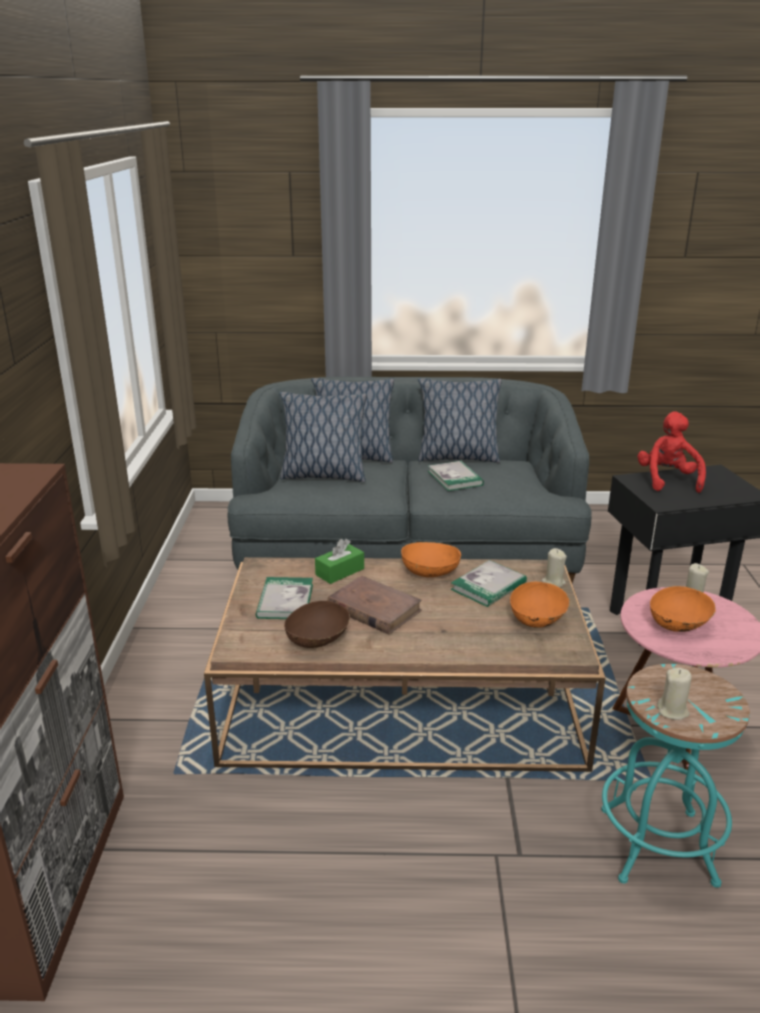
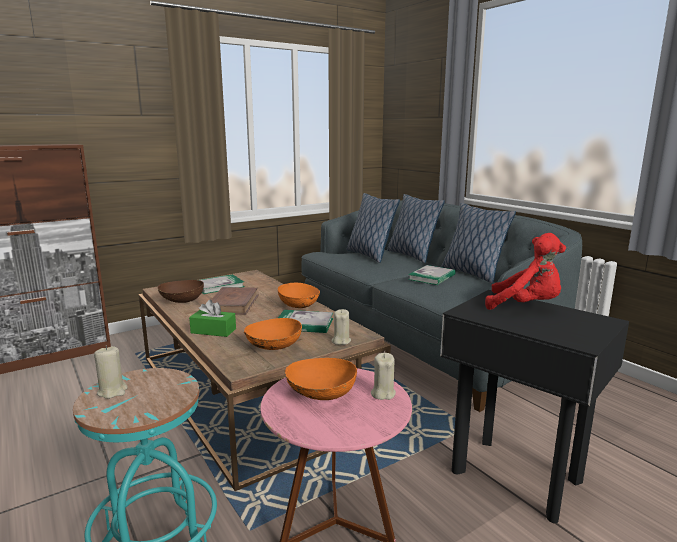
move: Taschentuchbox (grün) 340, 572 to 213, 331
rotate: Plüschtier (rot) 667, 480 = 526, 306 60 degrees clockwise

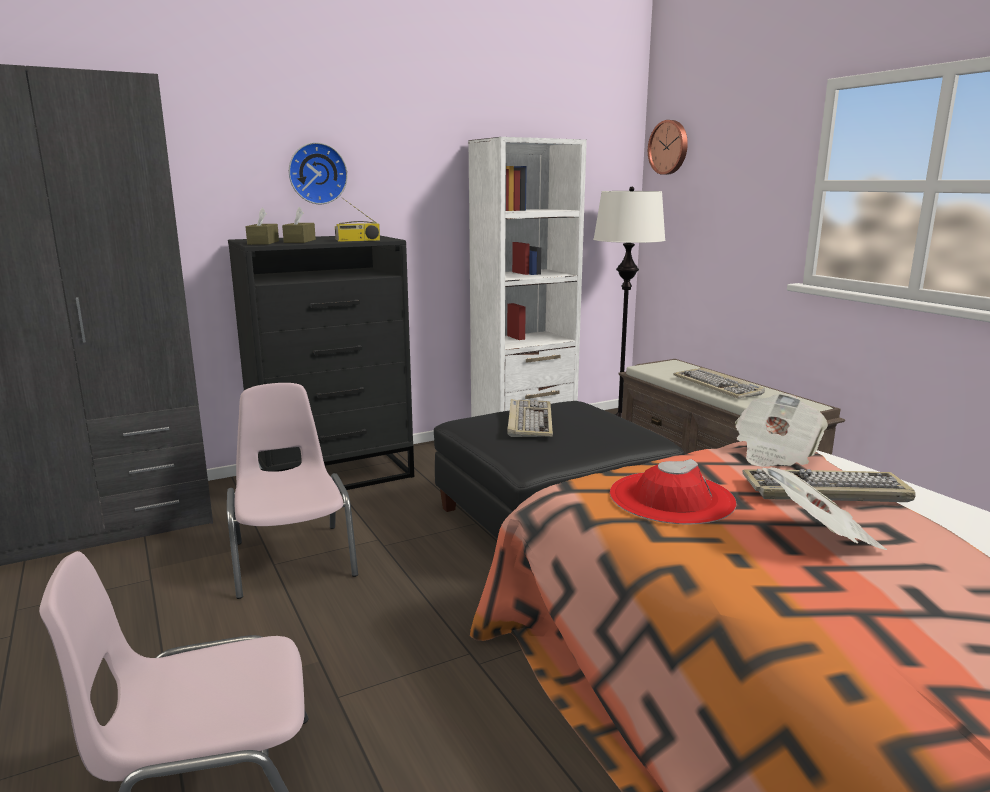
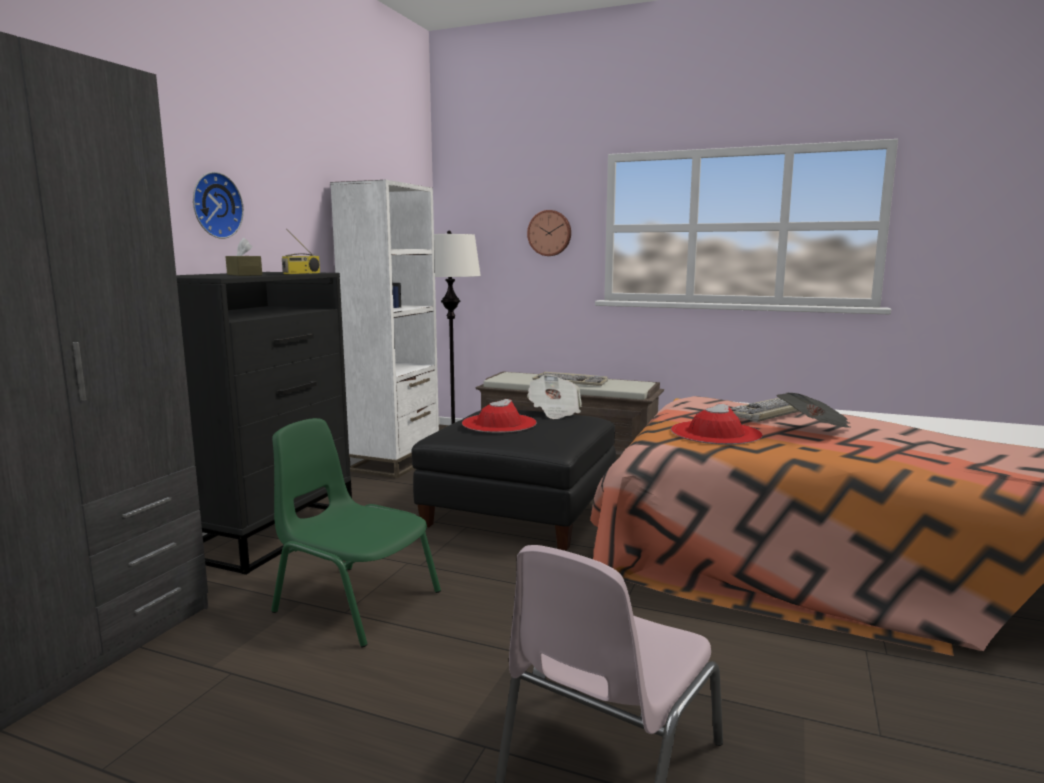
delete: Taschentuchbox (braun) 263, 242
move: Wanduhr 669, 147 to 550, 233; Zeitung 775, 453 to 554, 412
replace: Tastatur 529, 421 to Hut (rot) 499, 423
recolor: Stuhl (rosa) 293, 558 to Stuhl (grün) 355, 601

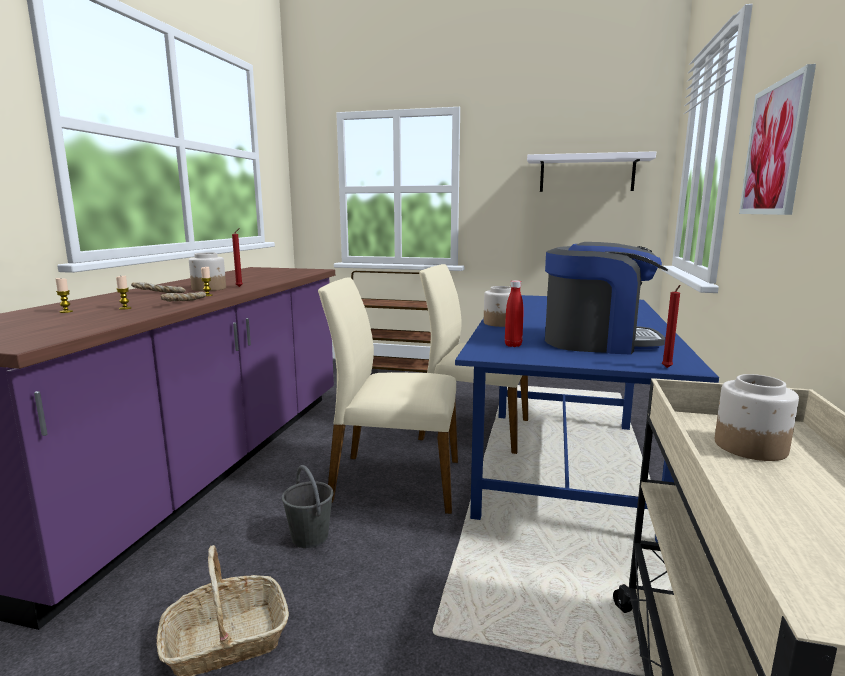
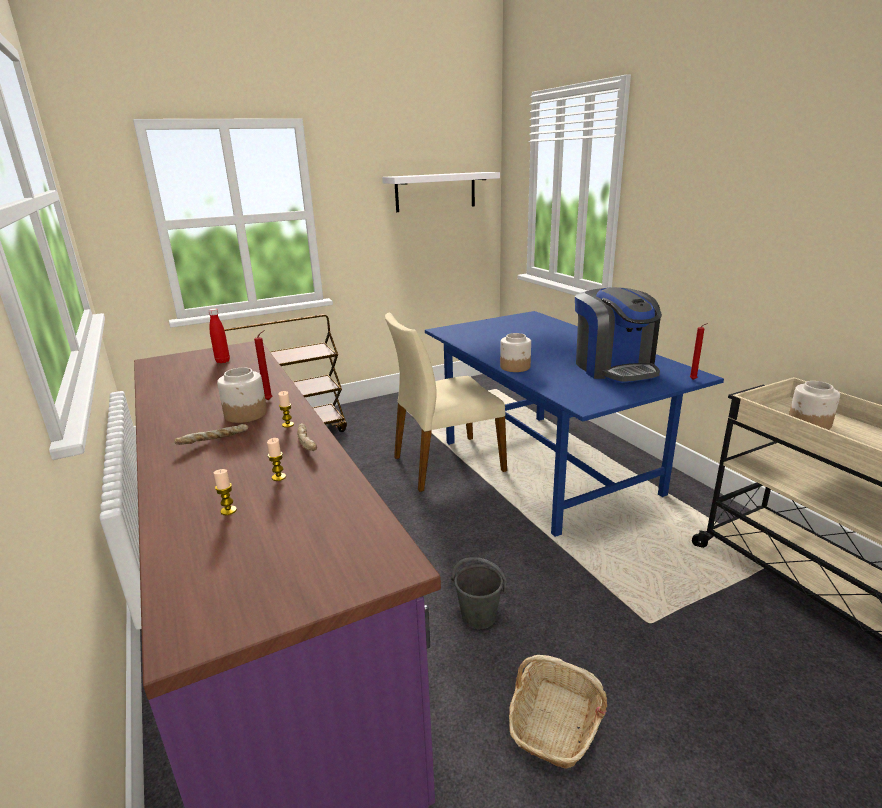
delete: Stuhl (beige) 394, 480; Bild 775, 149
move: Flasche (rot) 513, 345 to 223, 361
rotate: Kaffeemaschine 597, 342 = 614, 368 105 degrees clockwise

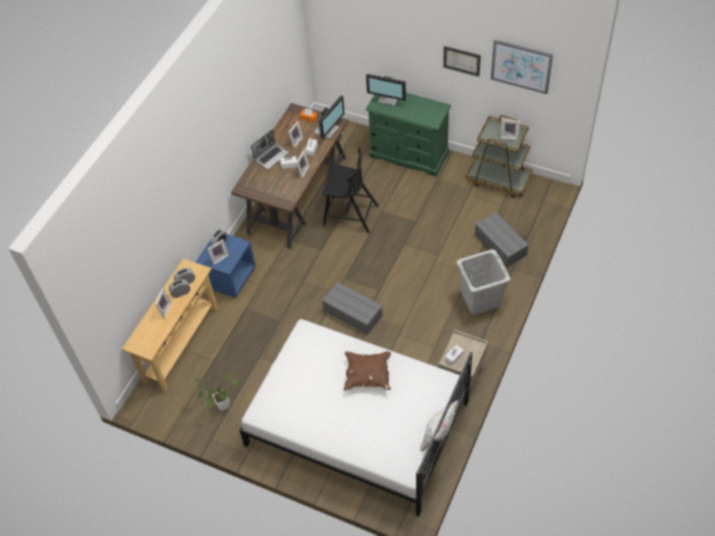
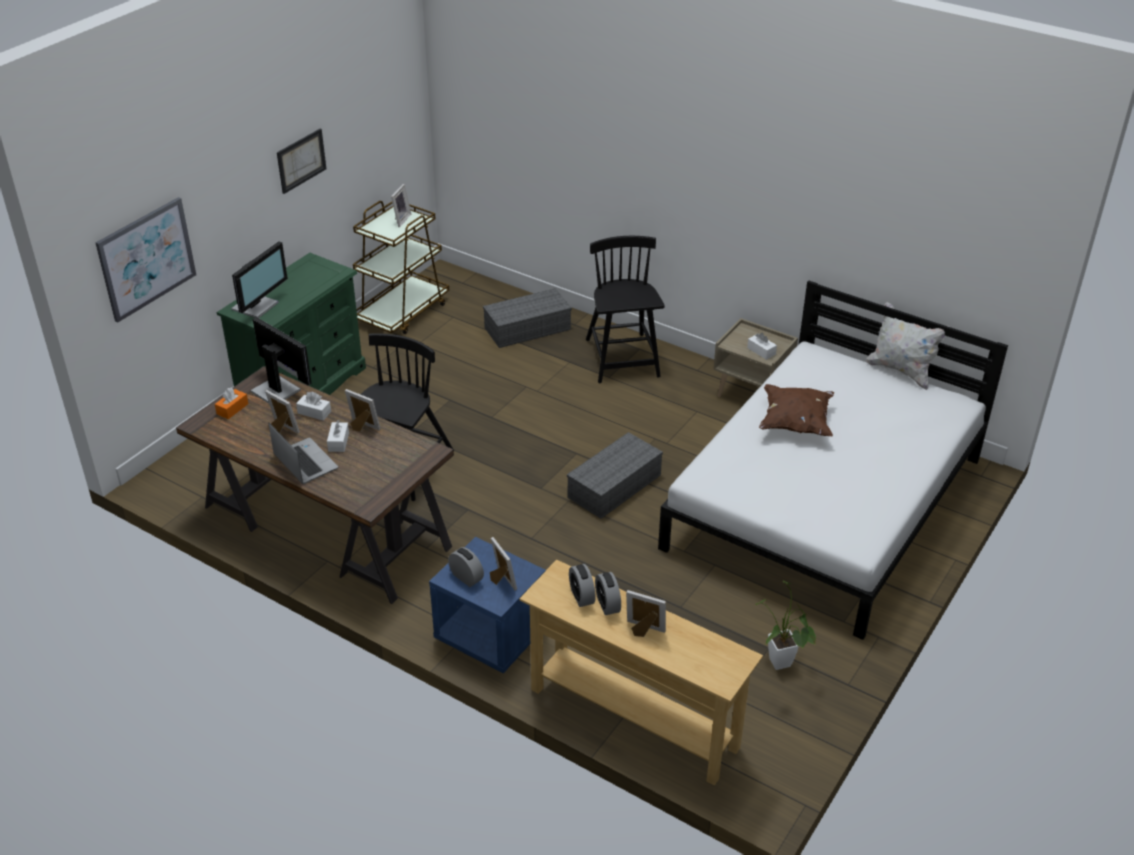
move: Bild 521, 66 to 146, 258
replace: Wäschekorb (grau) 481, 300 to Stuhl (schwarz) 622, 359

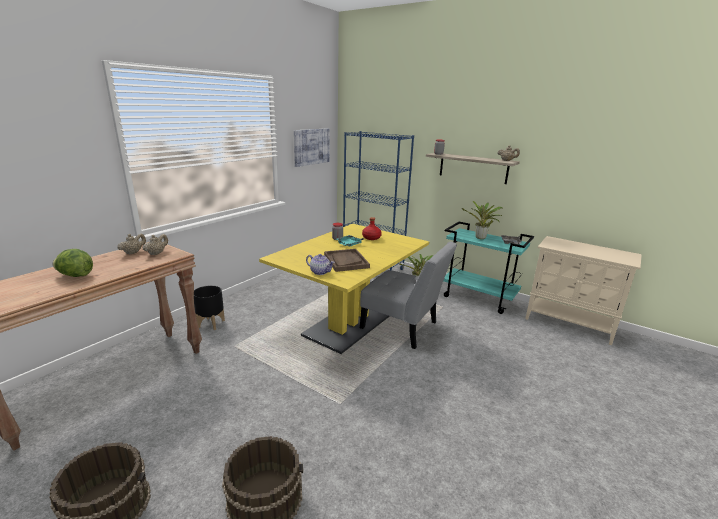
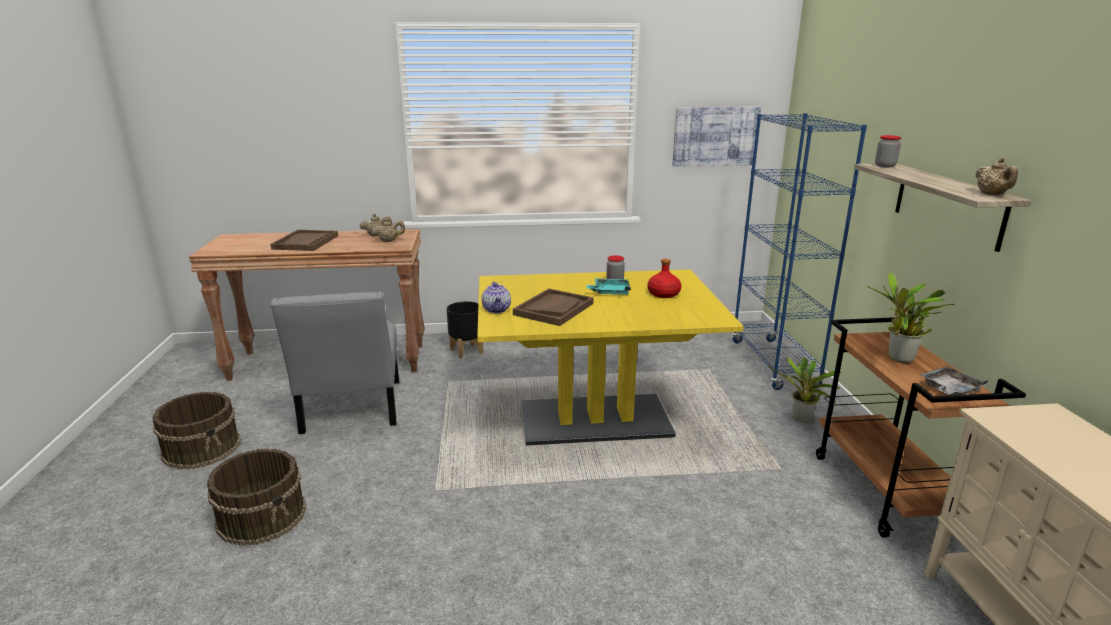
move: Stuhl (grau) 403, 328 to 351, 410
replace: Salatkopf 76, 275 to Tablett (braun) 305, 242
recolor: Rollwagen (türkis) 479, 298 to Rollwagen (braun) 886, 492

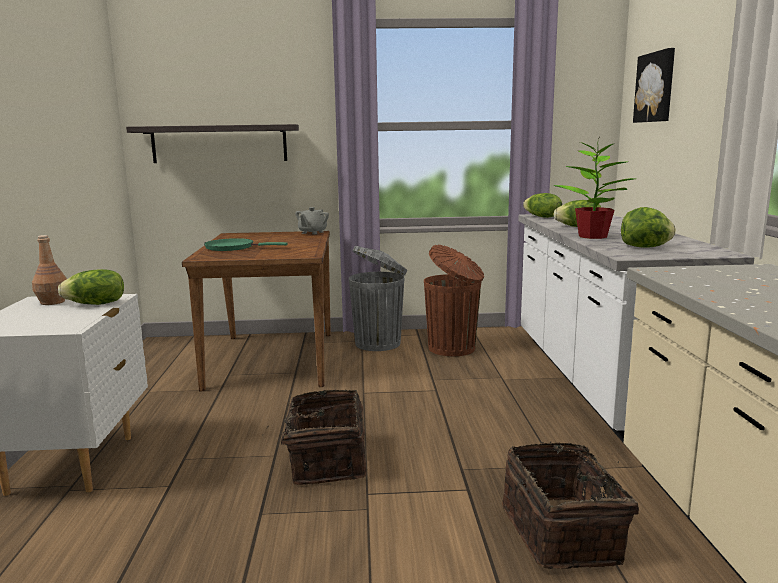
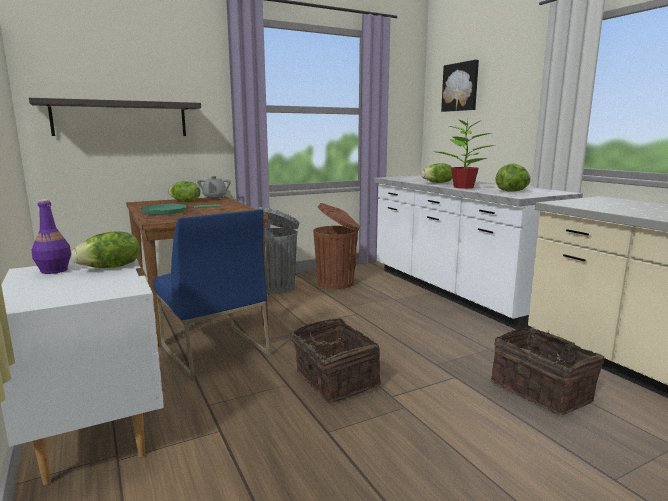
insert: Stuhl (blau) 213, 350
move: Salatkopf 542, 217 to 185, 201
recolor: Flasche (braun) 52, 302 to Flasche (lila) 53, 270

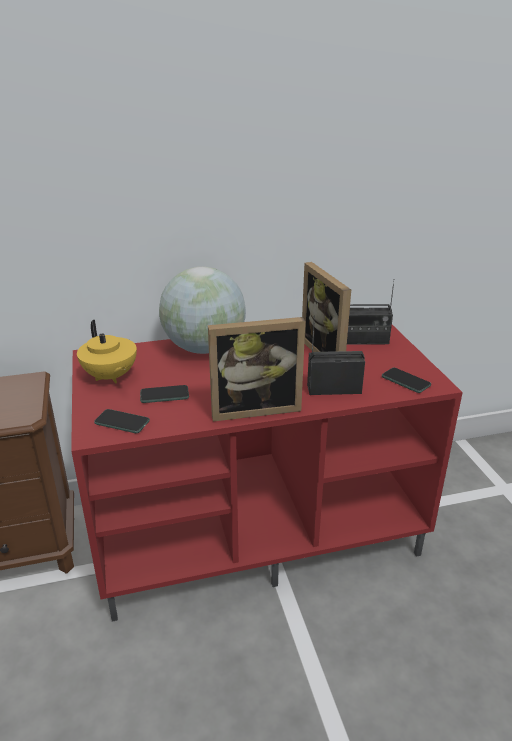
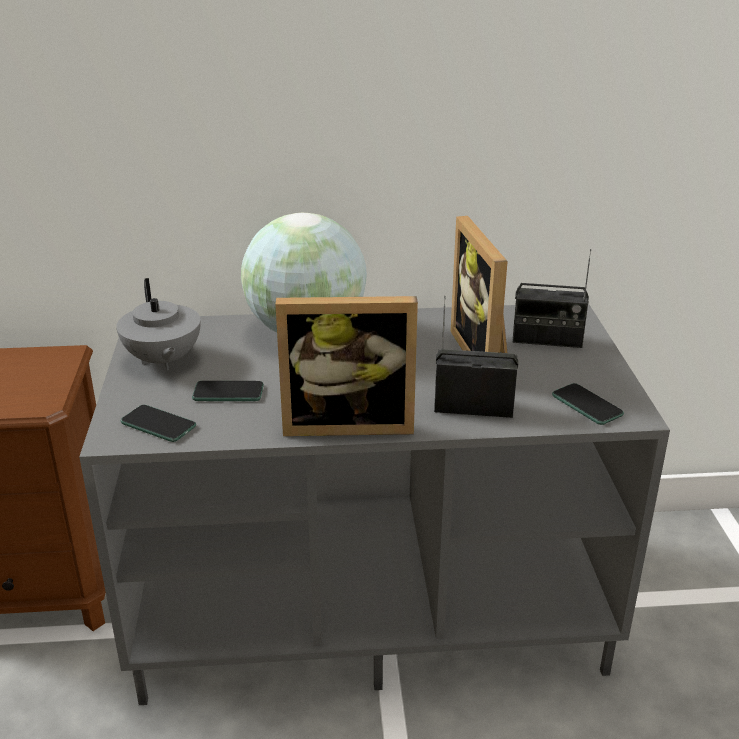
recolor: Fernsehschrank (rot) 257, 529 to Fernsehschrank (grau) 372, 604; Teekanne (gelb) 110, 377 to Teekanne (grau) 163, 360

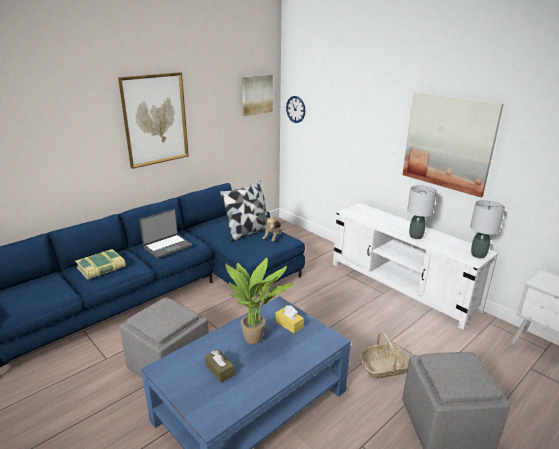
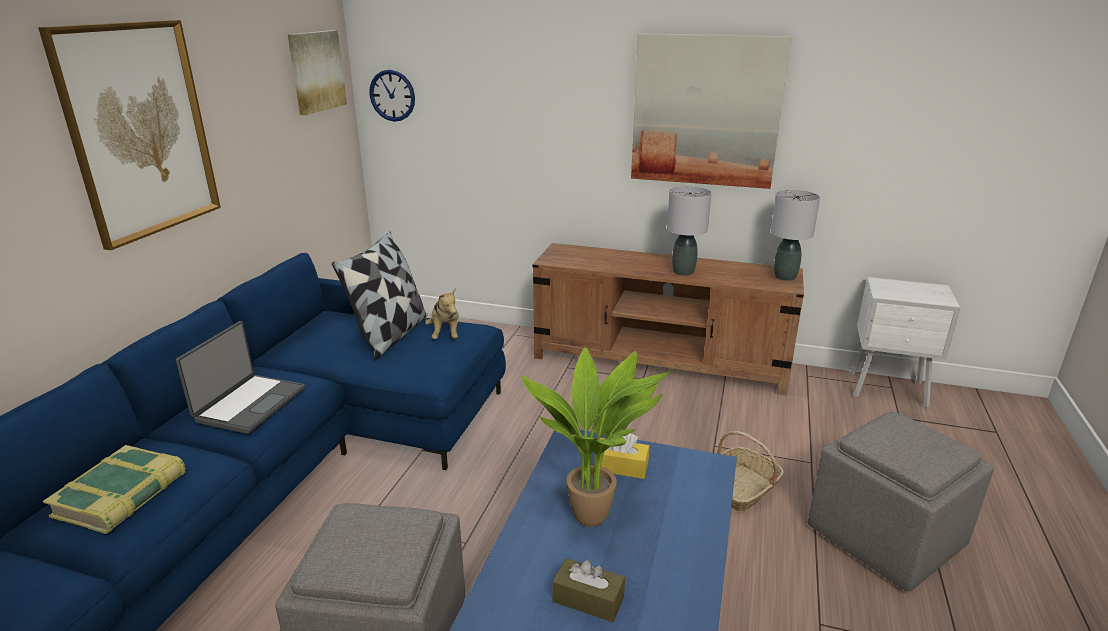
recolor: Fernsehschrank (weiß) 402, 286 to Fernsehschrank (braun) 660, 361

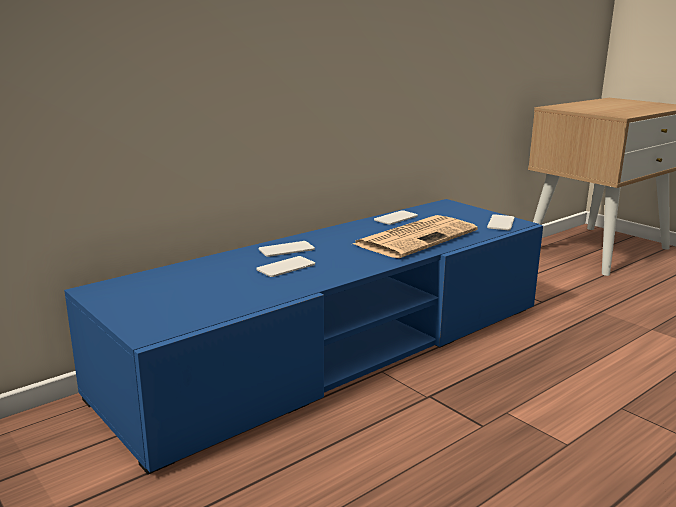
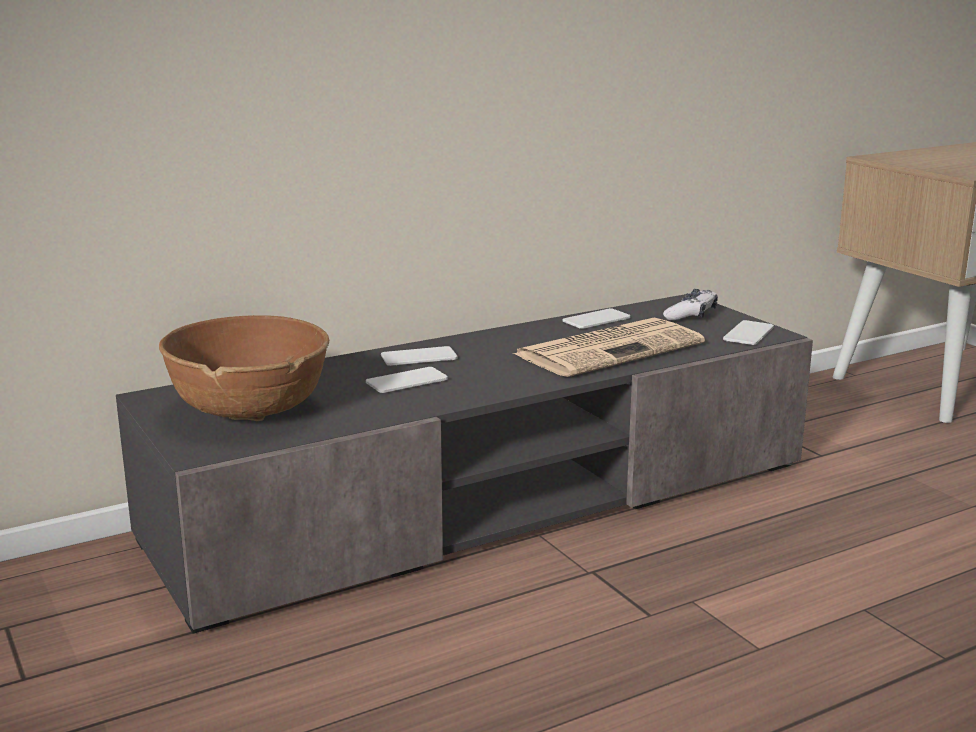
insert: Schüssel (braun) 250, 410; Gamepad 691, 315
recolor: Fernsehschrank (blau) 337, 349 to Fernsehschrank (grau) 488, 501

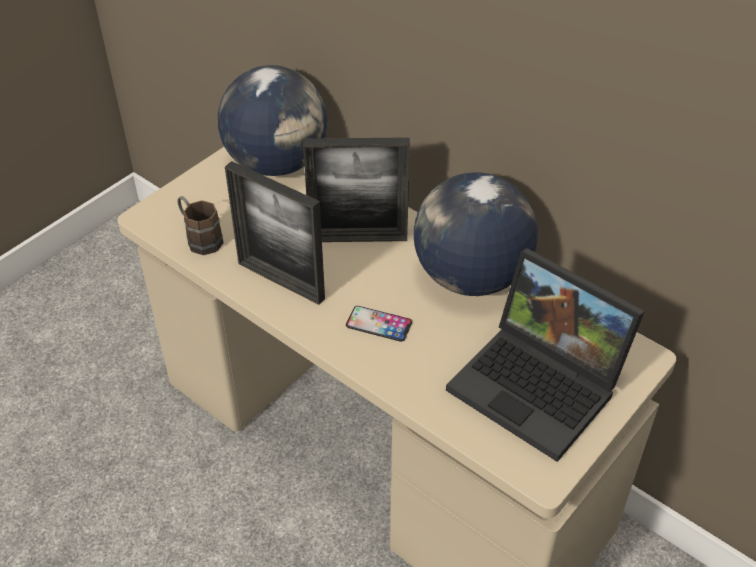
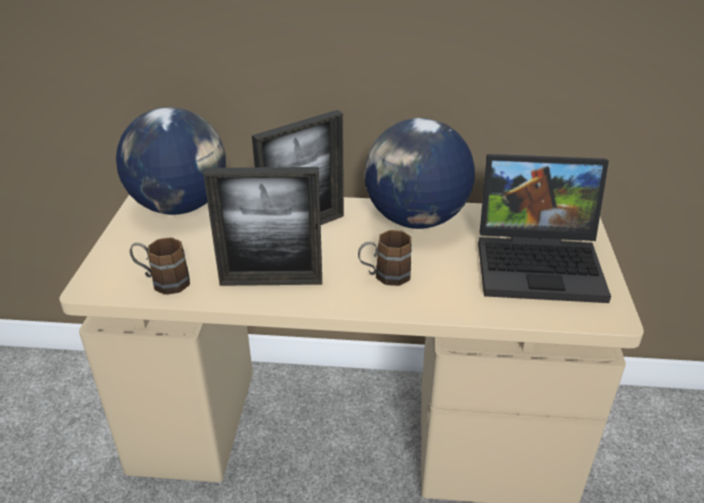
replace: Handy 379, 324 to Henkelbecher (braun) 384, 276

